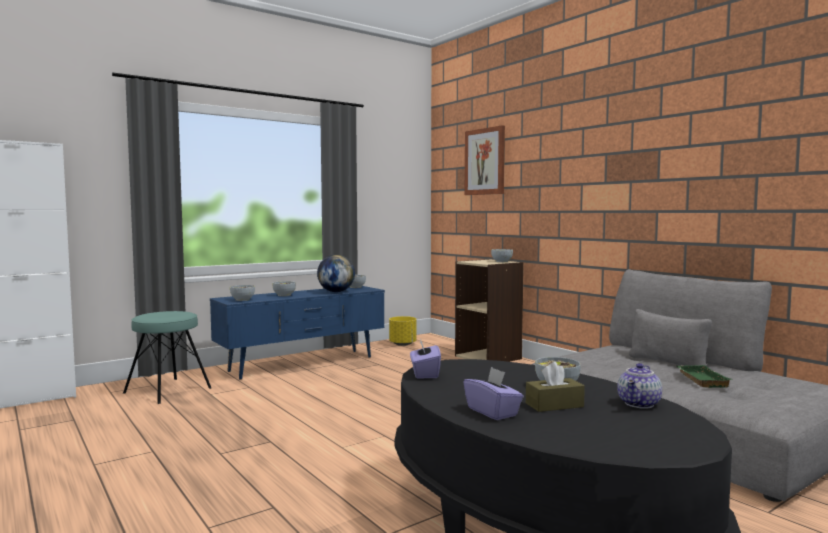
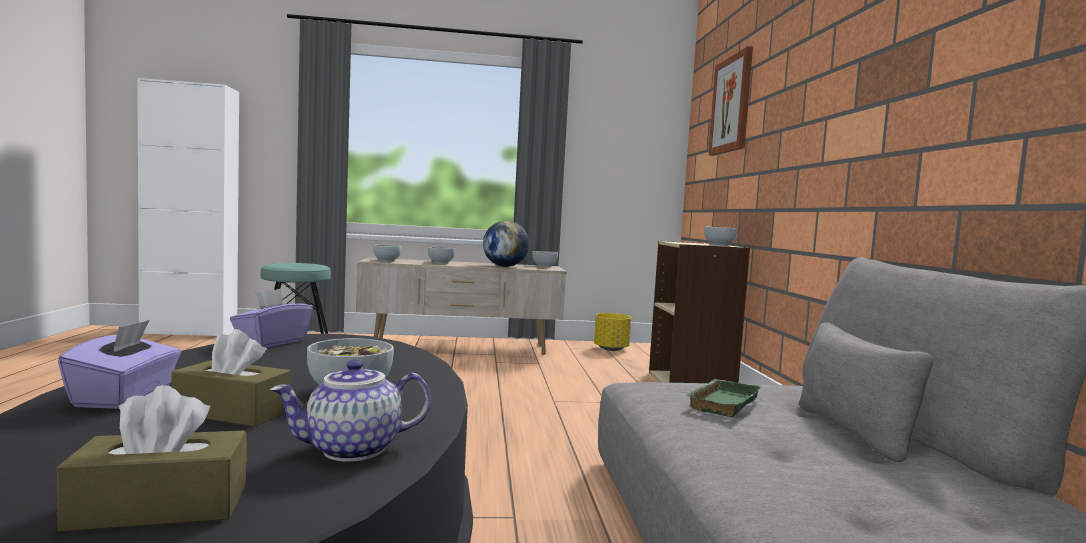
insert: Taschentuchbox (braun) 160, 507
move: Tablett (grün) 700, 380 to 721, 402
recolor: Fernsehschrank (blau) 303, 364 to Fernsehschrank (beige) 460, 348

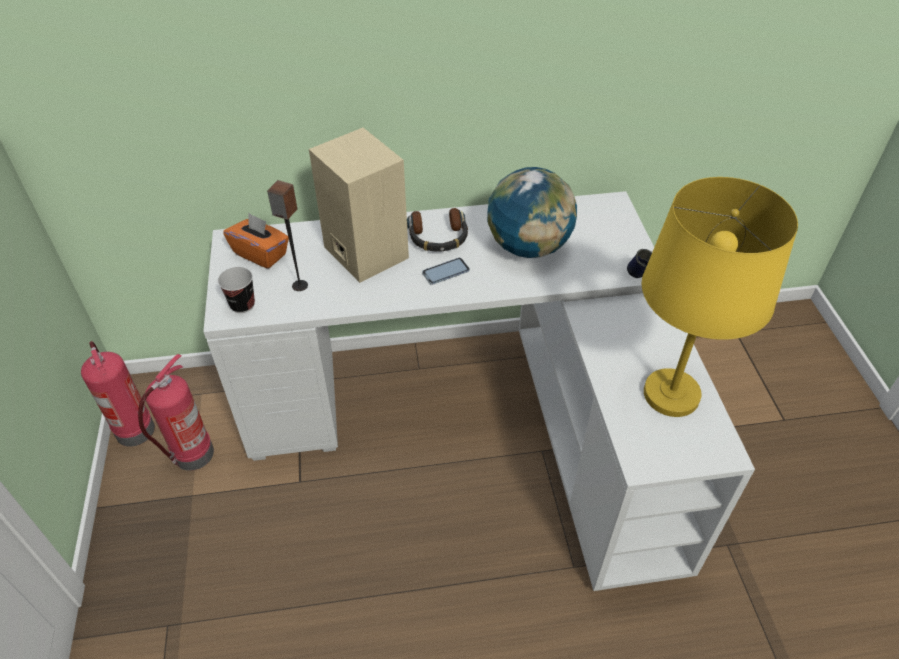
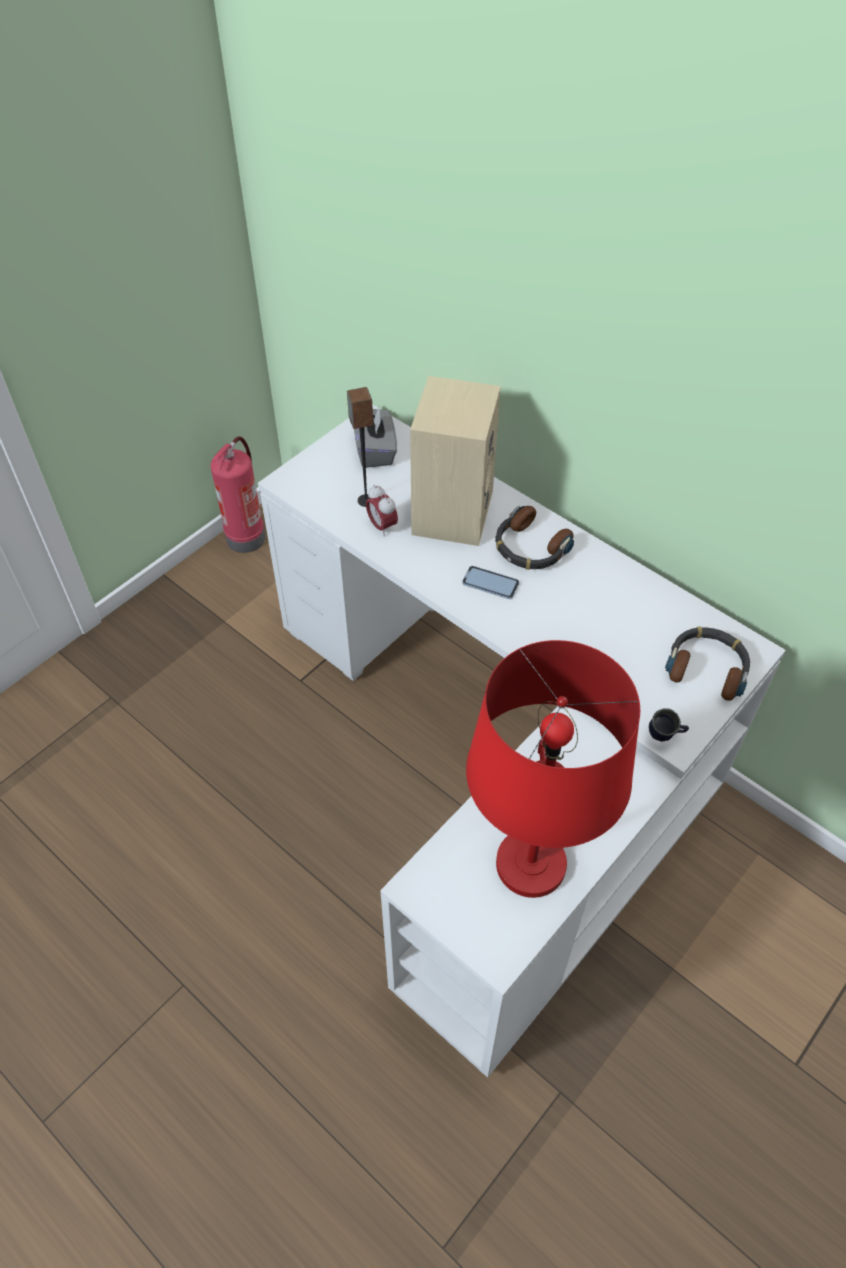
delete: Feuerlöscher 193, 455; Tasse 242, 305; Globus 528, 247
insert: Wecker 382, 526; Kopfhörer 707, 667
recolor: Taschentuchbox (orange) 261, 254 to Taschentuchbox (grau) 375, 450; Tischlampe (gelb) 671, 394 to Tischlampe (rot) 532, 865

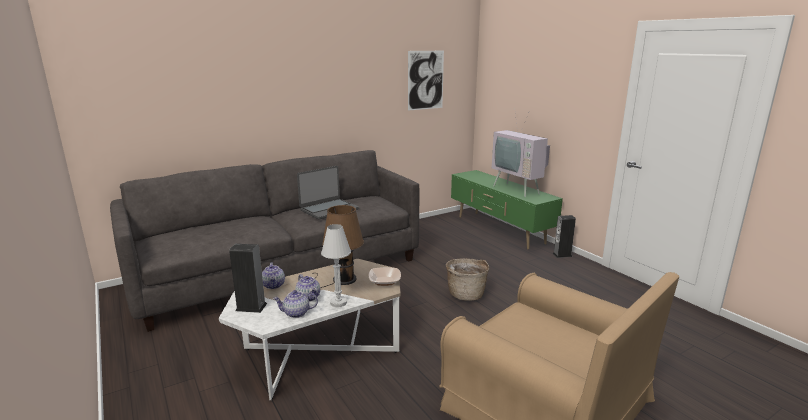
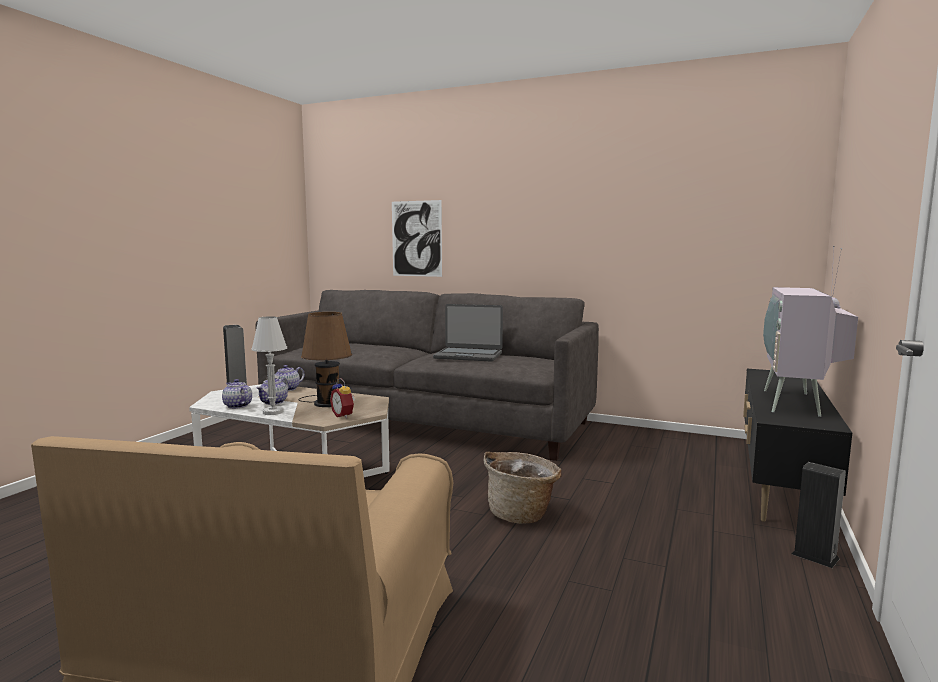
move: Bild 425, 80 to 416, 238
replace: Schüssel 384, 281 to Wecker 344, 415
recolor: Fernsehschrank (grün) 499, 230 to Fernsehschrank (schwarz) 779, 483

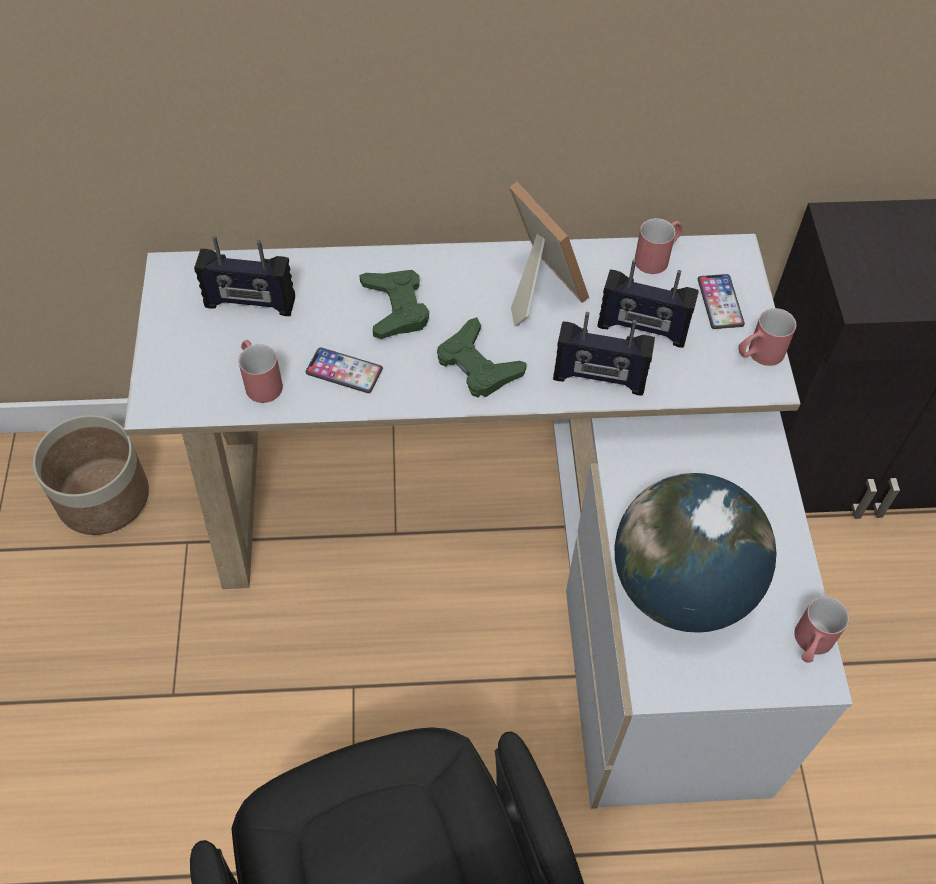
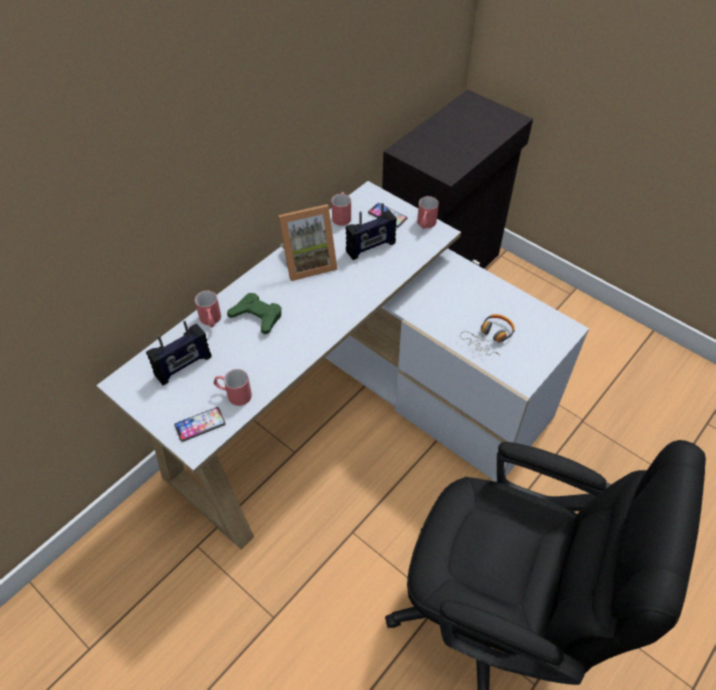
delete: Pflanzkübel 104, 497; Gamepad (grün) 478, 365; Radio 599, 379
move: Handy 344, 371 to 200, 424; Henkelbecher (rot) 810, 645 to 211, 321
replace: Globus 682, 587 to Kopfhörer 490, 338
rotate: Bilderrahmen 537, 287 = 308, 262 150 degrees clockwise

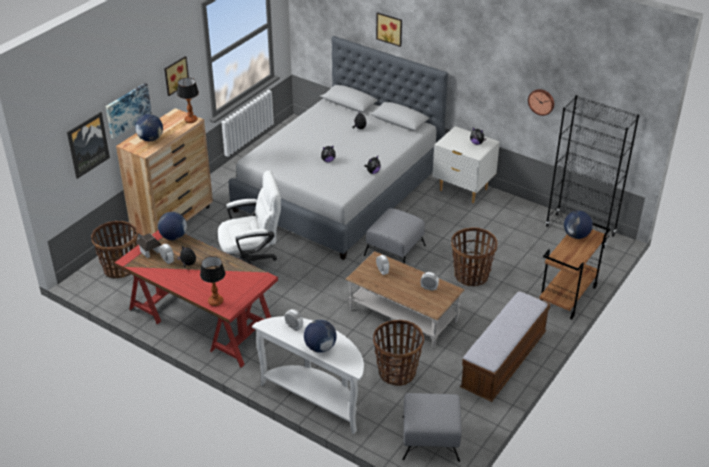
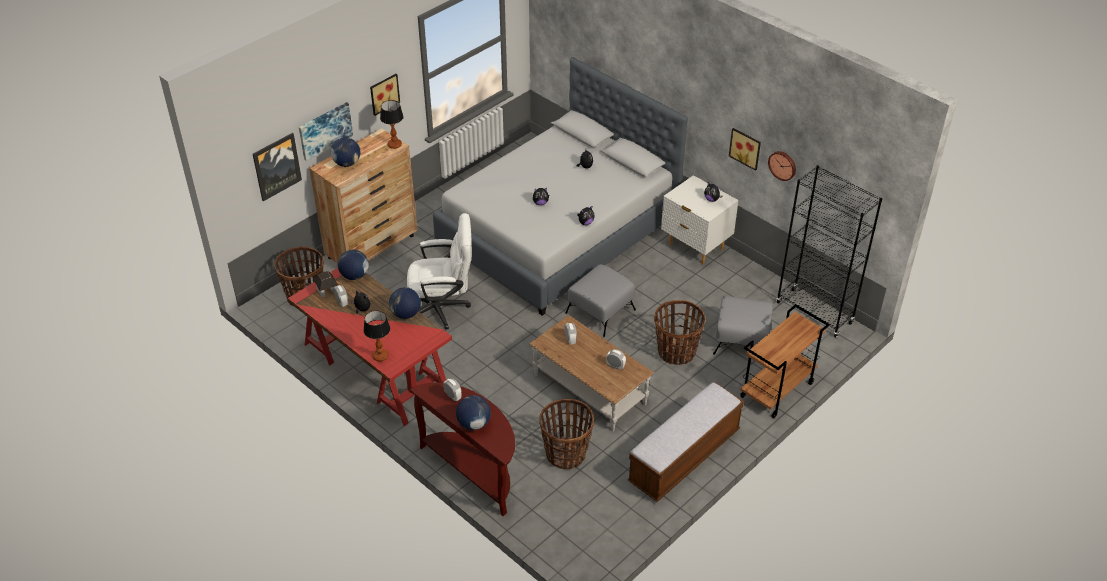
move: Bild 390, 28 to 746, 148; Polsterhocker (grau) 430, 438 to 741, 339; Globus 576, 236 to 406, 314
recolor: Konsolentisch (weiß) 316, 398 to Konsolentisch (braun) 474, 471

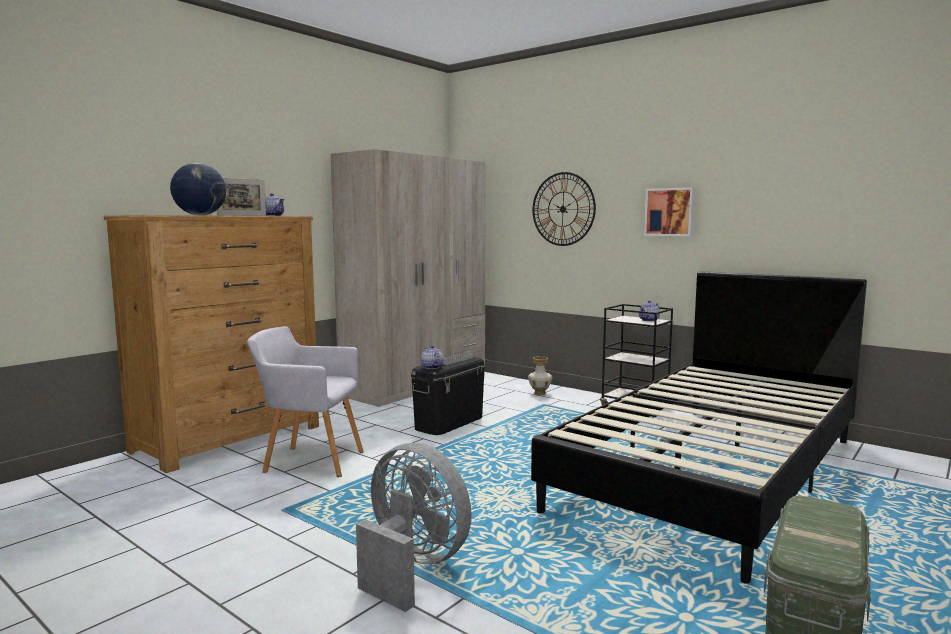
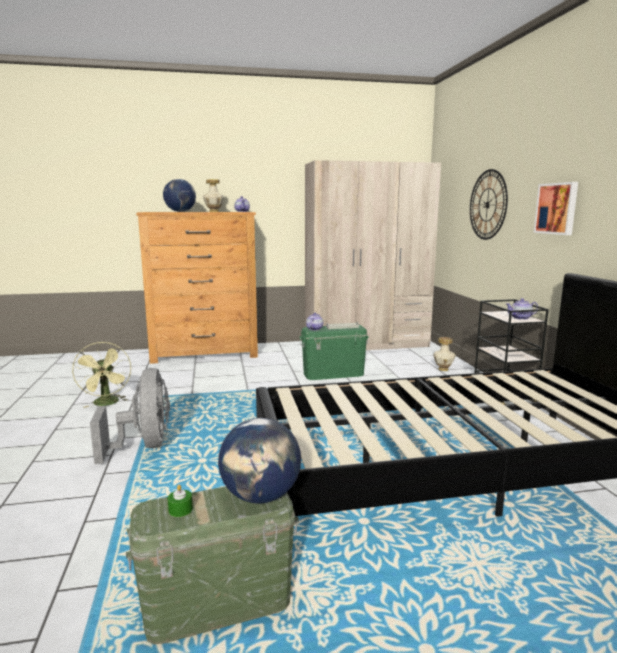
delete: Sessel (grau) 309, 460
insert: Ventilator (grün) 107, 404; Kerze (grün) 180, 510; Globus 260, 496
replace: Bilderrahmen 242, 215 to Vase 214, 211
recolor: Aufbewahrungsbox (schwarz) 449, 422 to Aufbewahrungsbox (grün) 333, 373

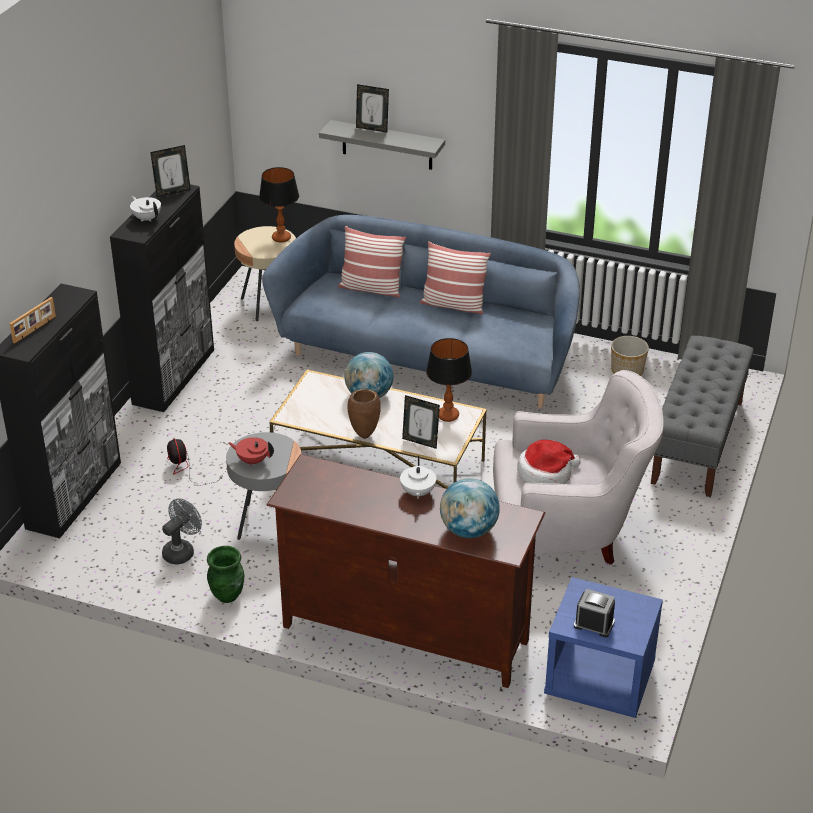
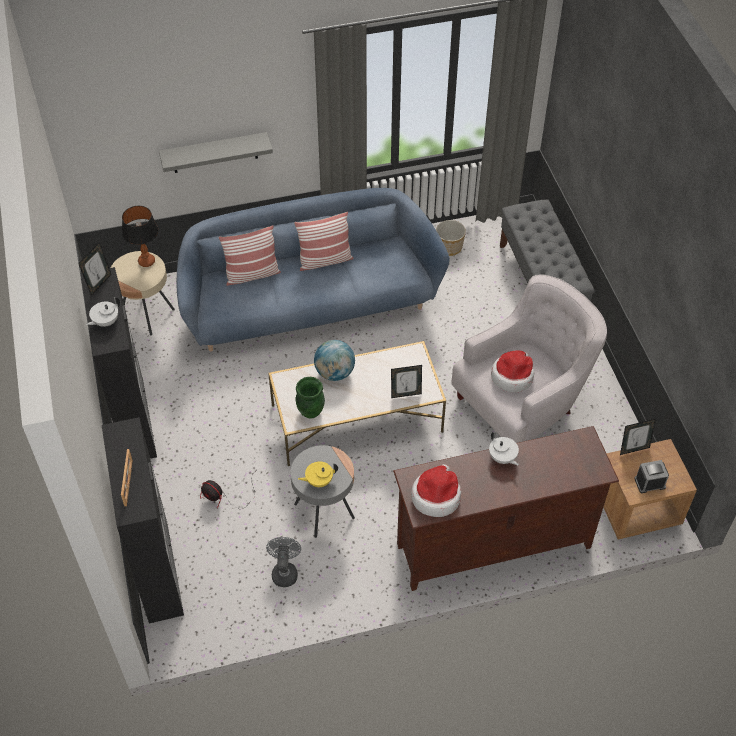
delete: Vase (braun) 364, 435; Tischlampe 447, 416; Globus 468, 530
insert: Hut 436, 496
move: Vase (grün) 228, 595 to 311, 411; Bilderrahmen 372, 128 to 633, 449
recolor: Teekanne (rot) 252, 460 to Teekanne (gelb) 319, 481; Nachttisch (blau) 598, 681 to Nachttisch (braun) 637, 509
rotate: Teekanne (weiß) 147, 218 = 105, 322 60 degrees counterclockwise

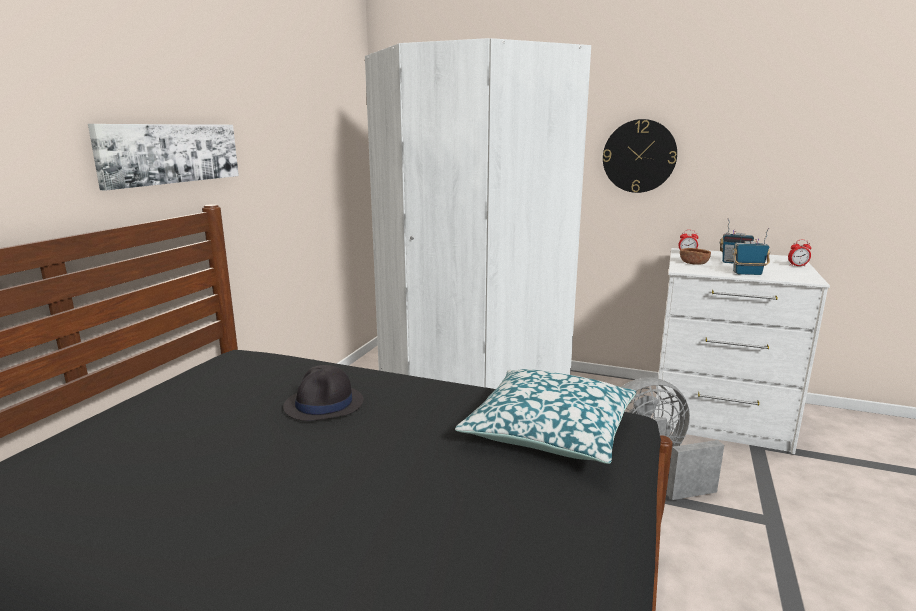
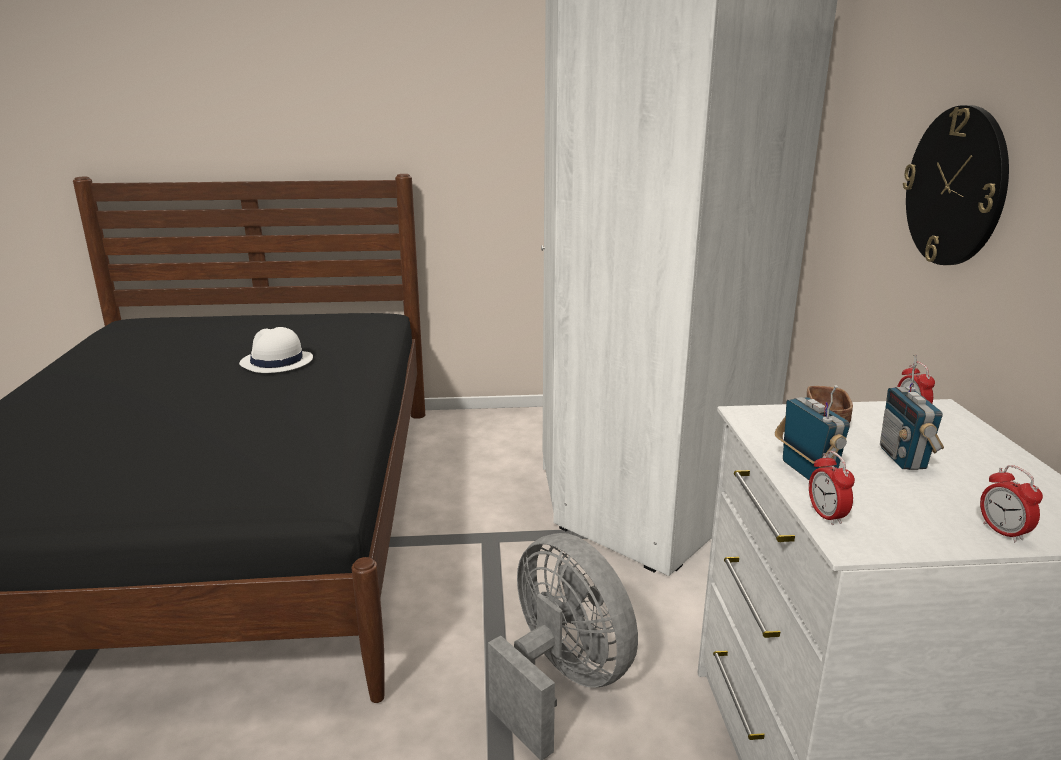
delete: Bild 170, 153; Kissen 549, 430
insert: Wecker 826, 515
recolor: Hut (schwarz) 324, 405 to Hut (weiß) 276, 362

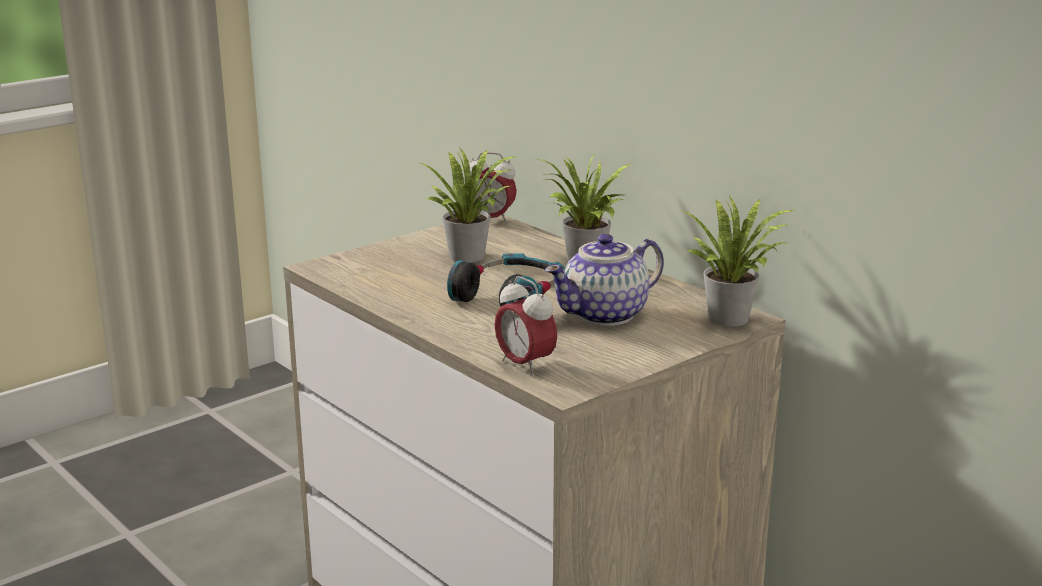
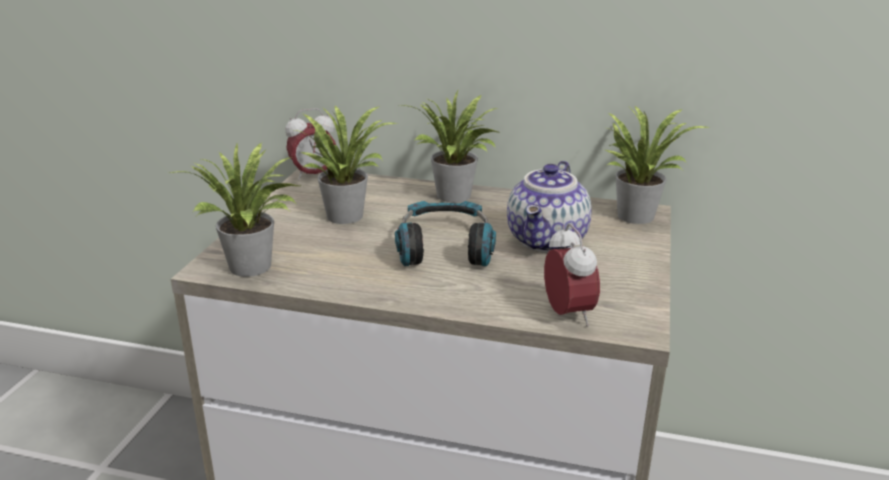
insert: Topfpflanze 253, 269
rotate: Wecker 525, 365 = 568, 315 120 degrees counterclockwise

